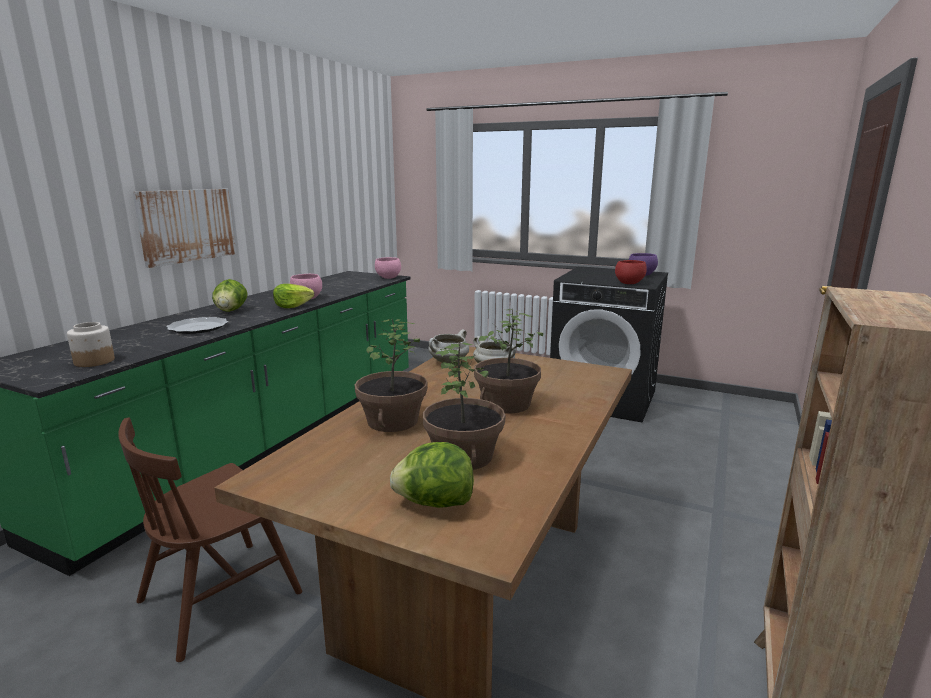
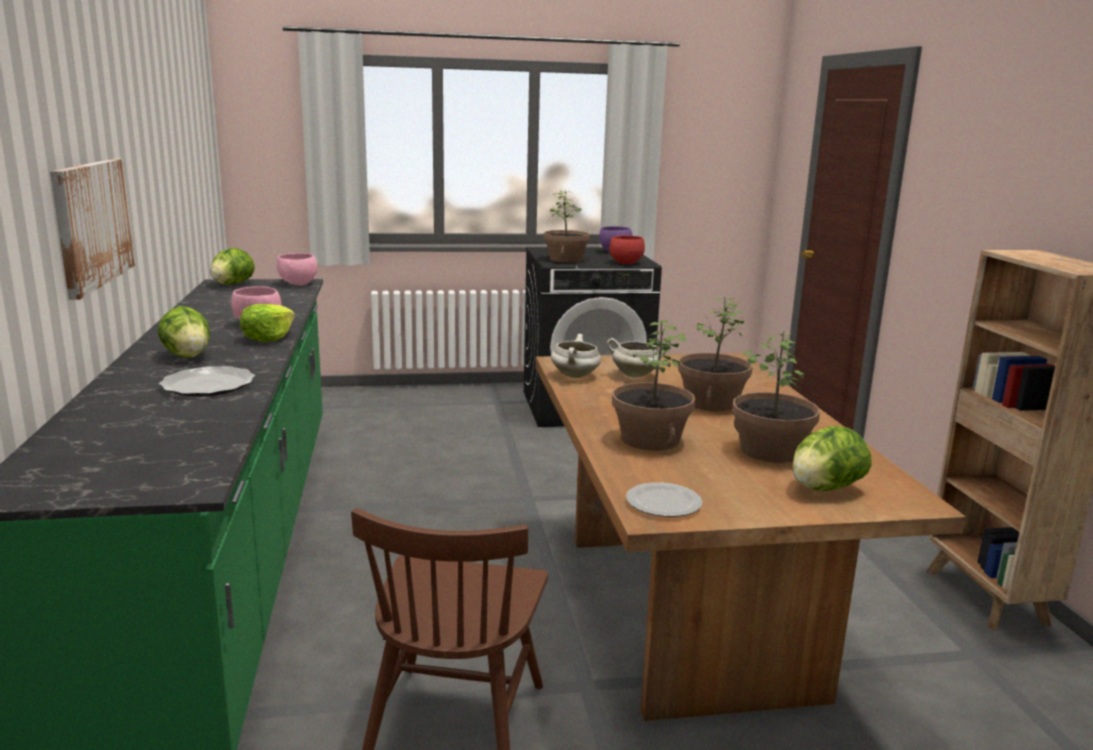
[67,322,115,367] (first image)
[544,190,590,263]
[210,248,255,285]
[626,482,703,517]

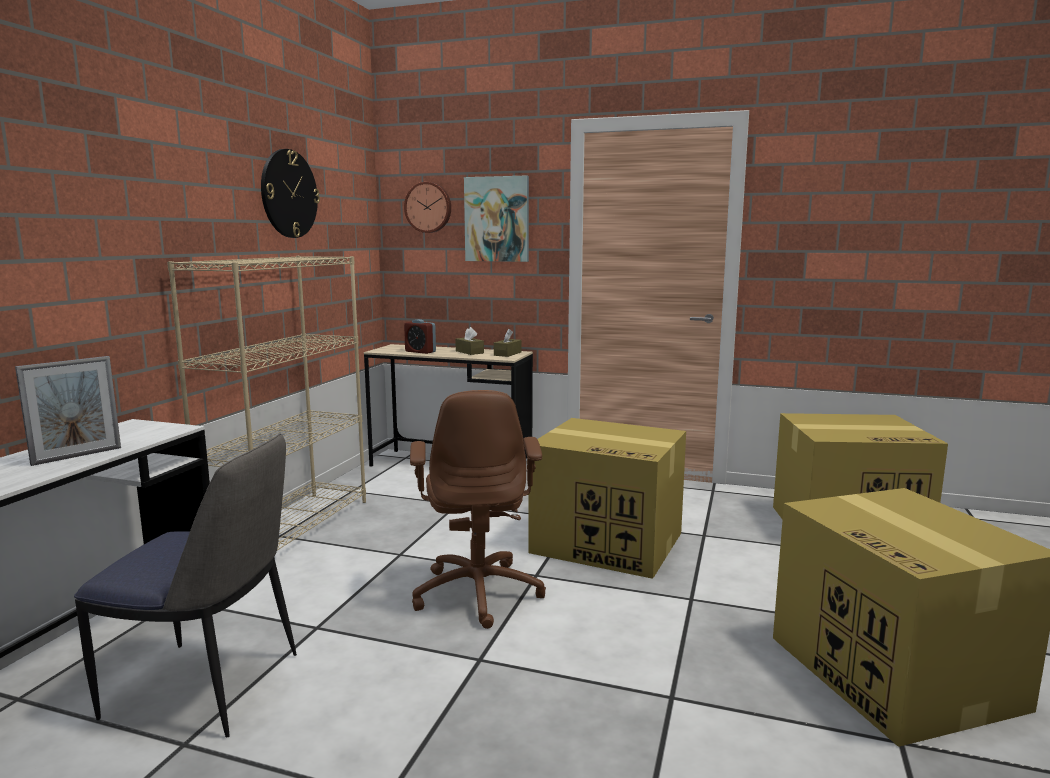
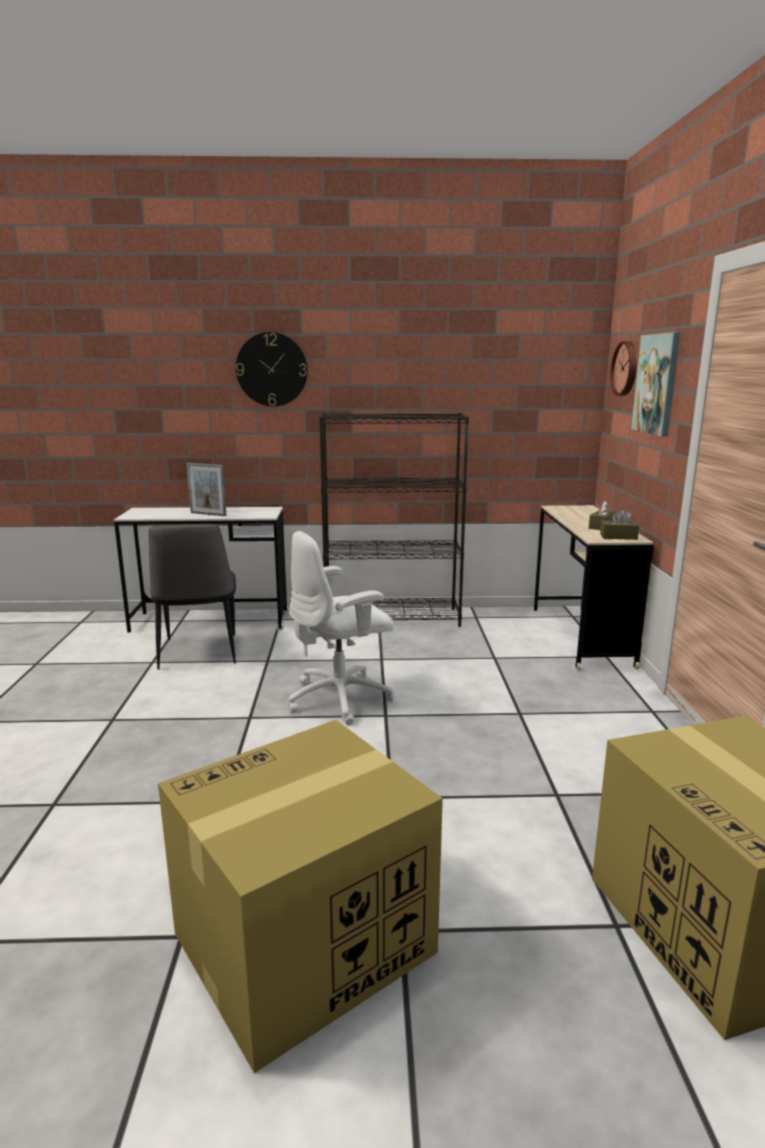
[236,332,308,406]
[319,413,469,627]
[404,319,436,354] (first image)
[288,531,394,725]
[529,418,686,579] (first image)

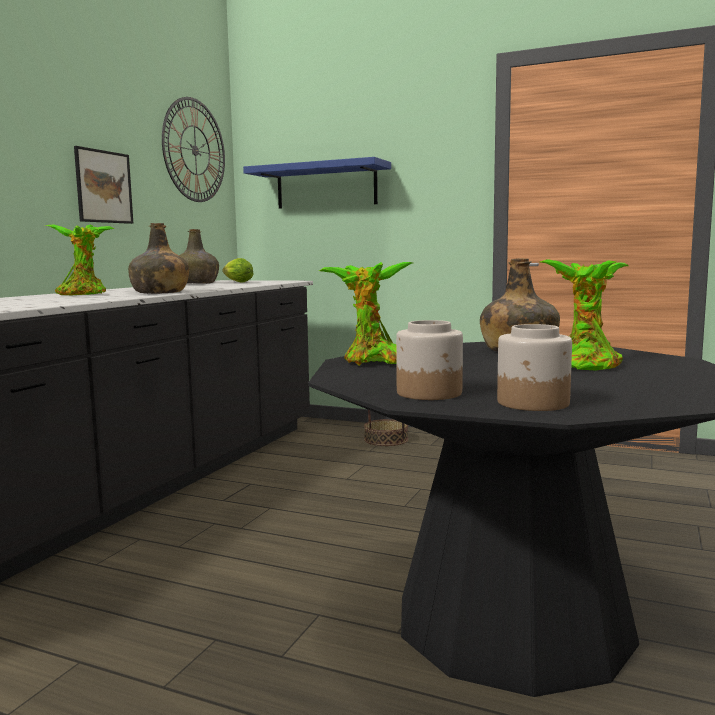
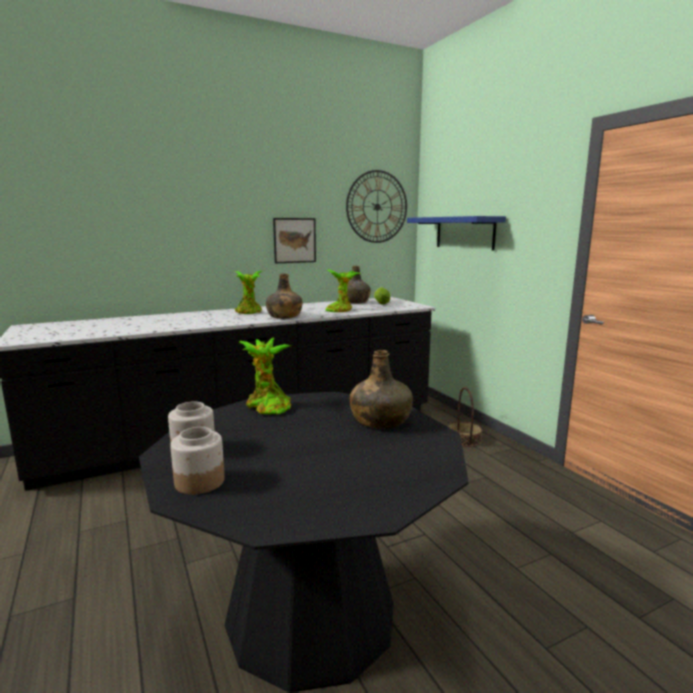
[326,269,361,312]

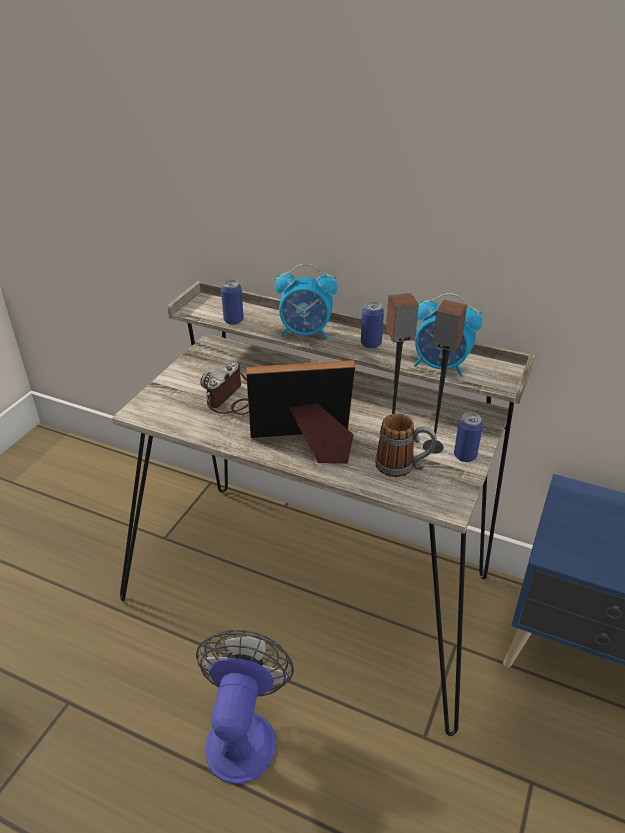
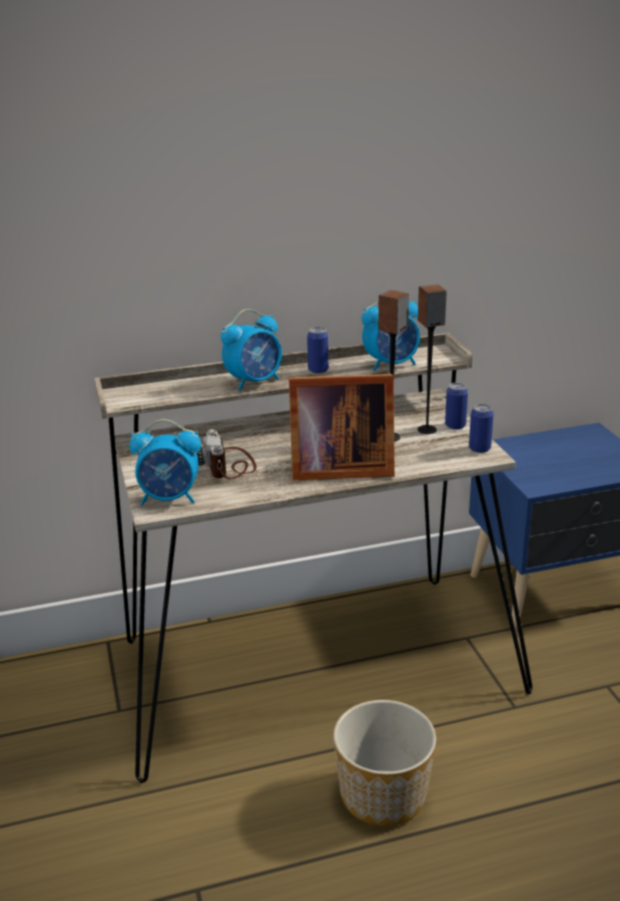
[469,404,494,453]
[289,374,395,480]
[375,414,437,477] (first image)
[333,700,436,826]
[130,419,201,505]

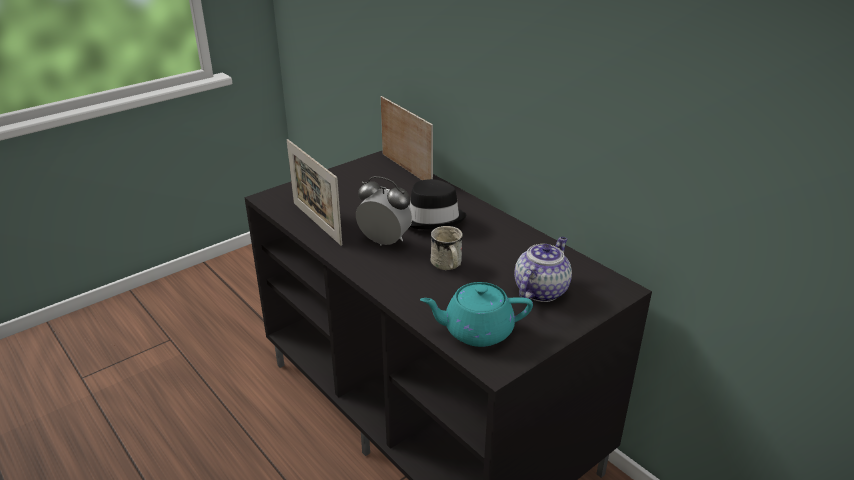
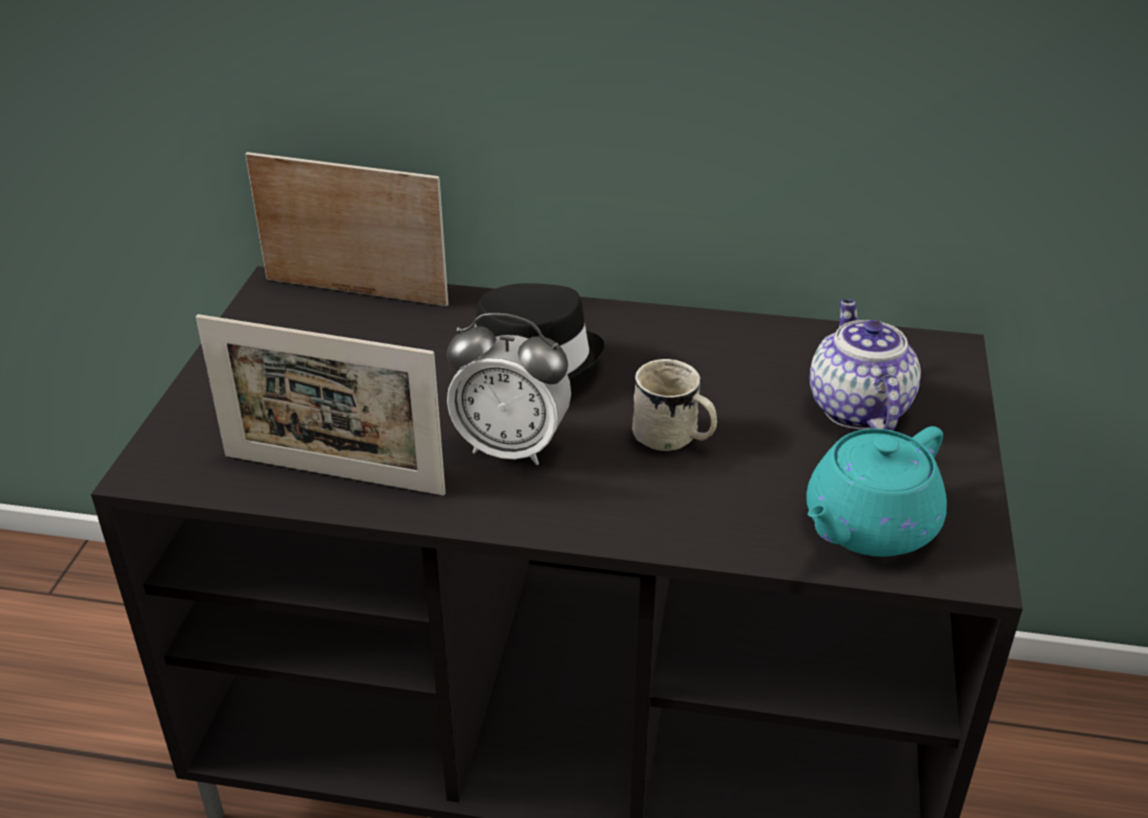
[447,313,571,465]

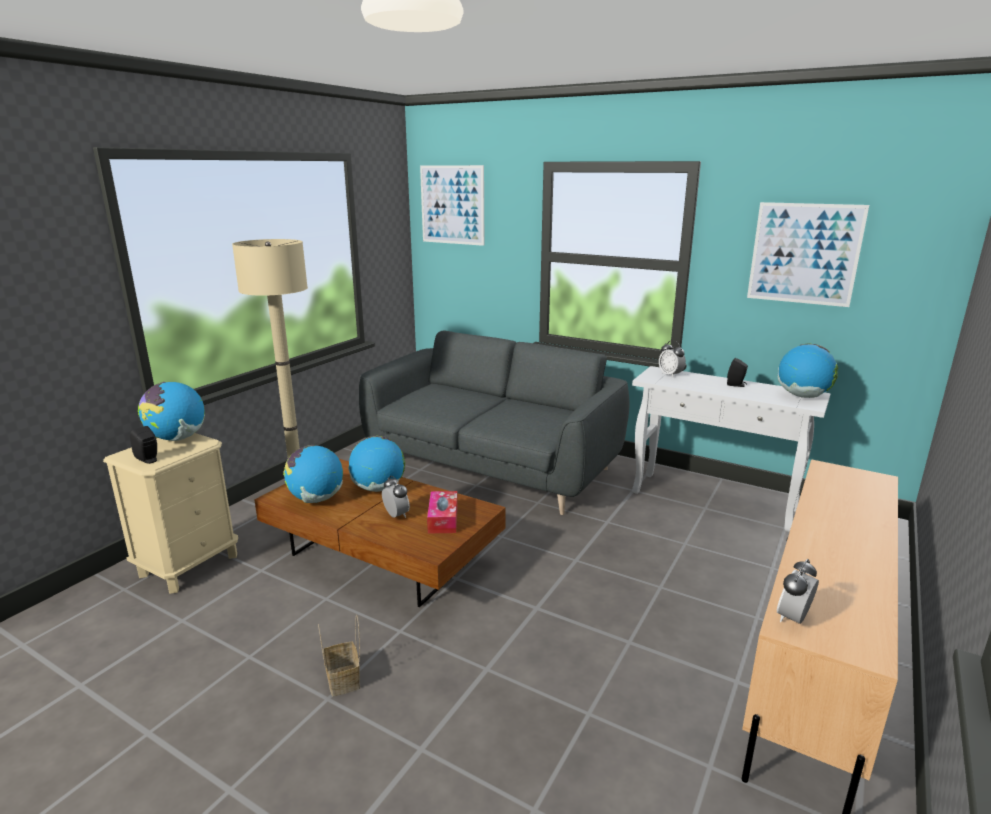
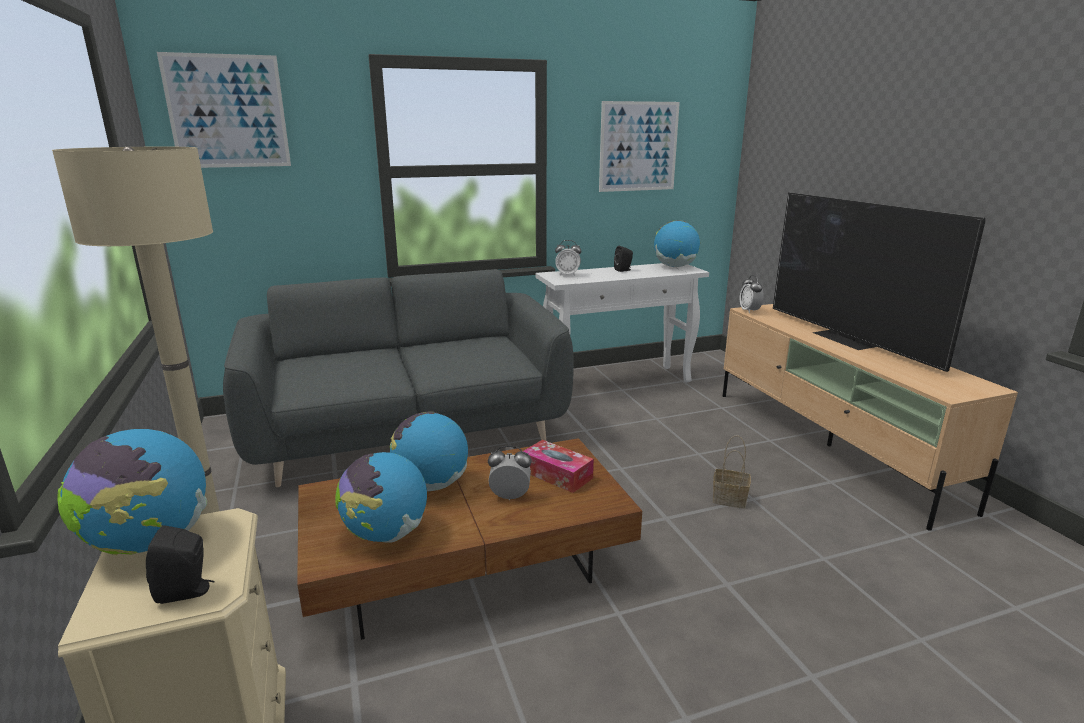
[740,275,764,313]
[713,435,751,509]
[773,192,985,372]

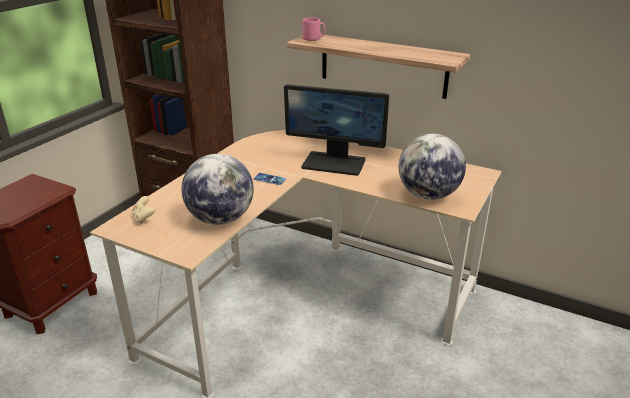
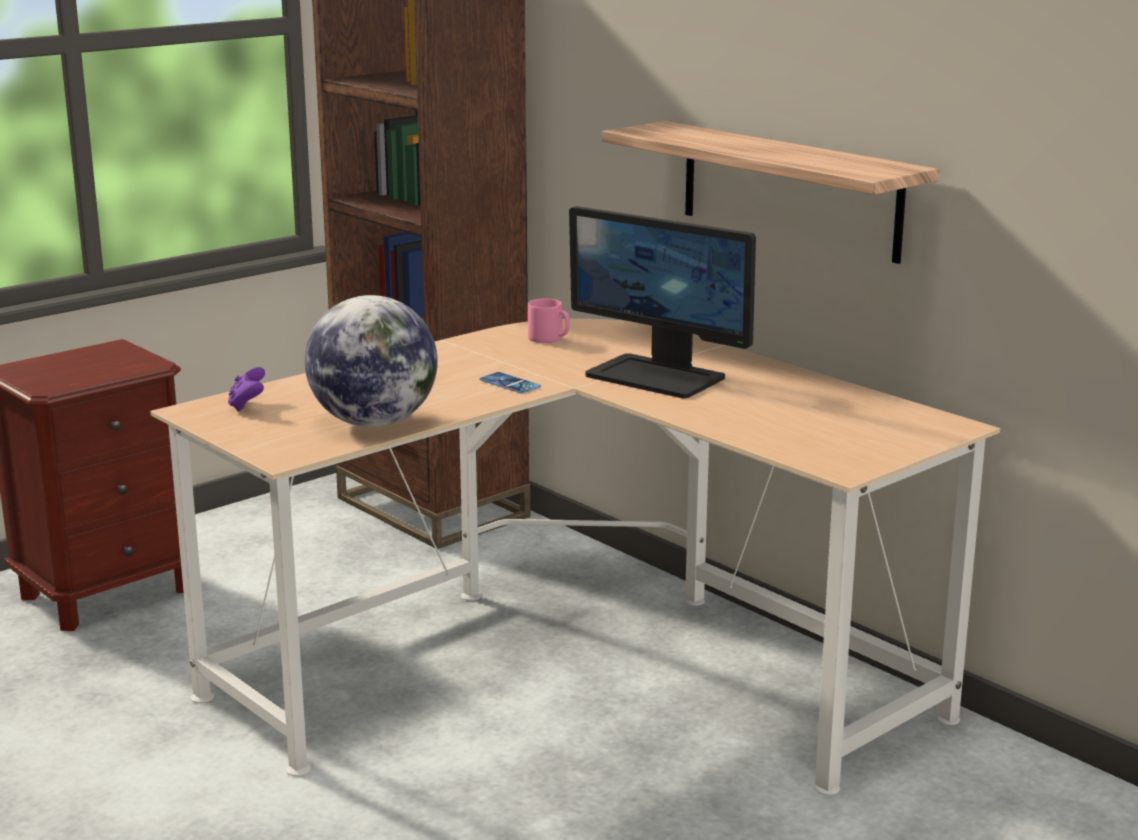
[528,299,570,343]
[399,134,466,200] (first image)
[228,367,265,412]

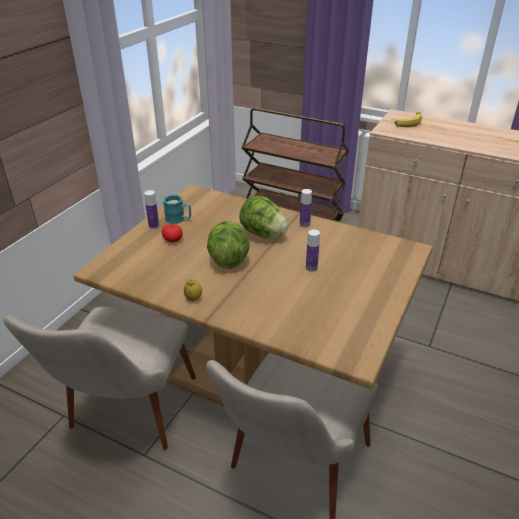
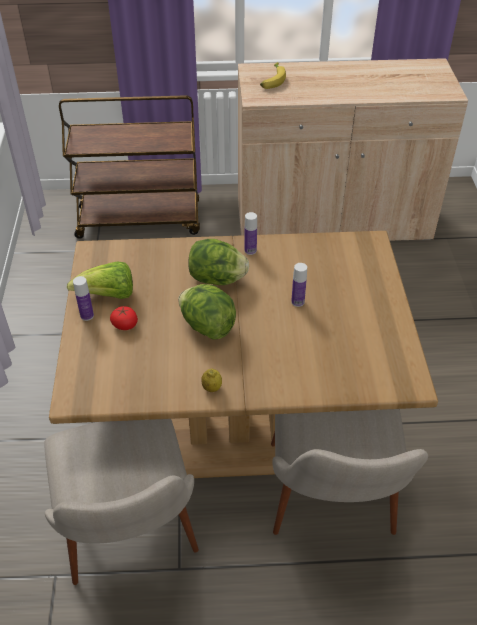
[67,261,133,299]

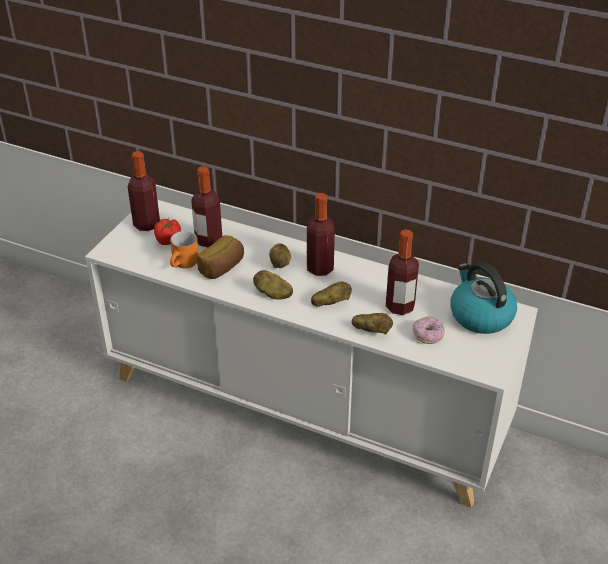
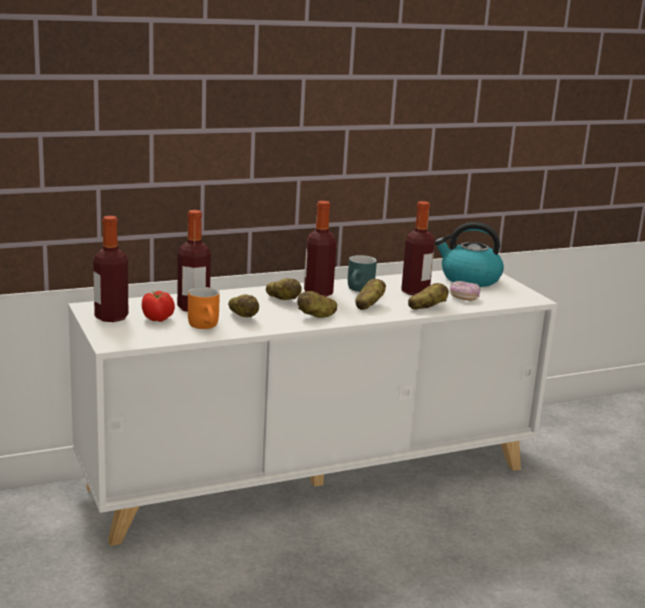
[228,294,259,317]
[348,255,377,292]

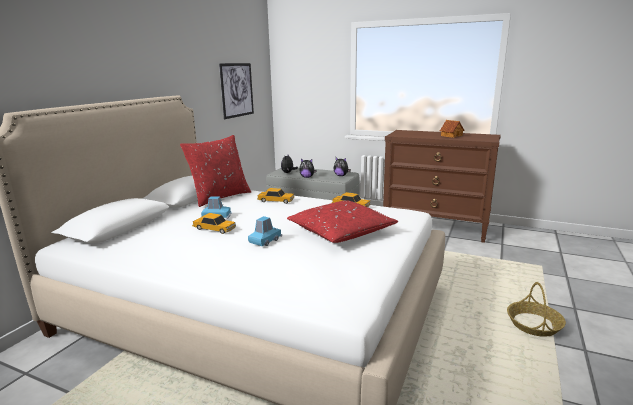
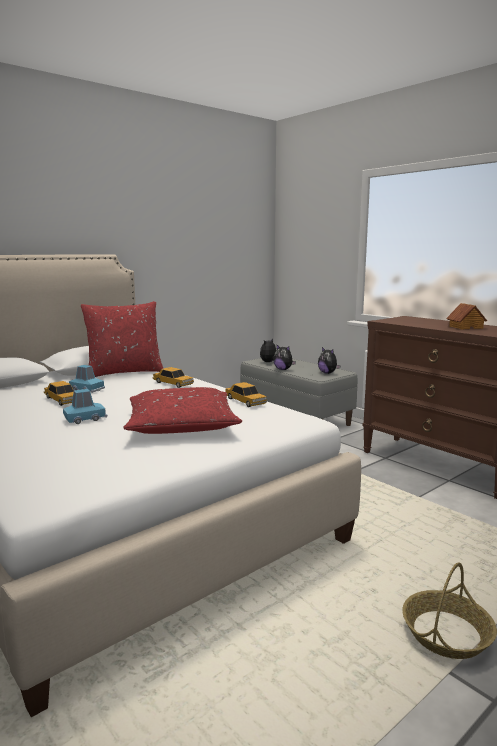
[219,63,254,119] (first image)

